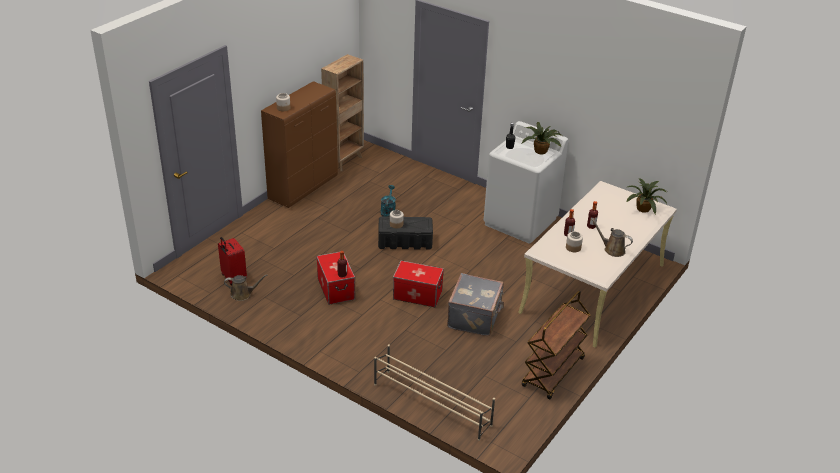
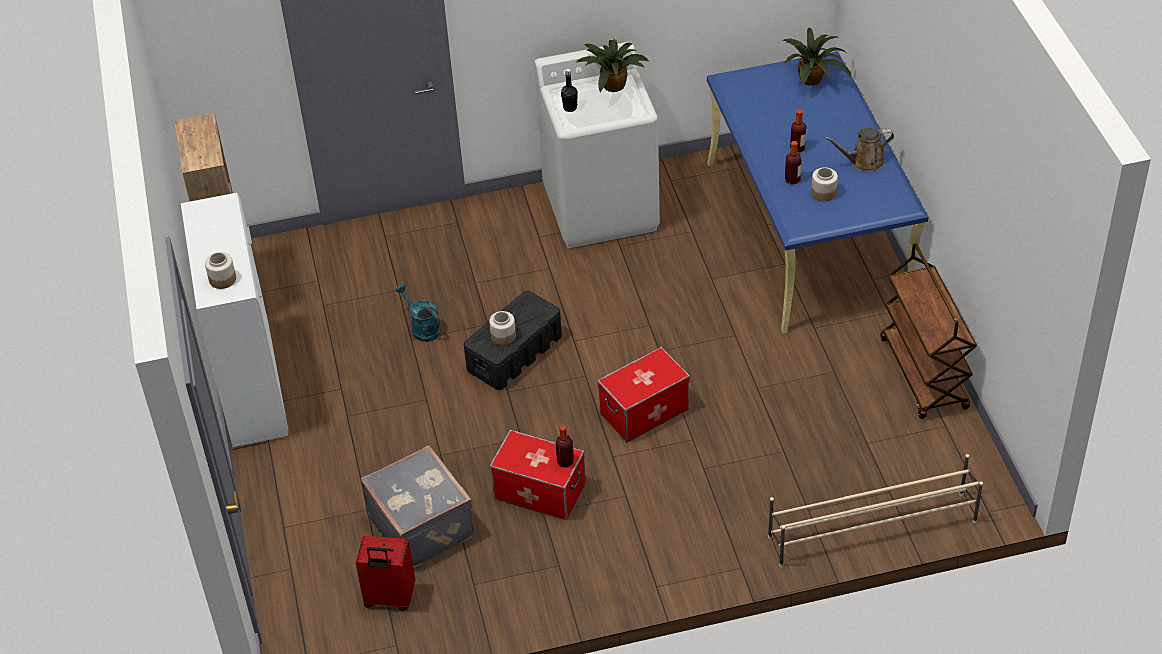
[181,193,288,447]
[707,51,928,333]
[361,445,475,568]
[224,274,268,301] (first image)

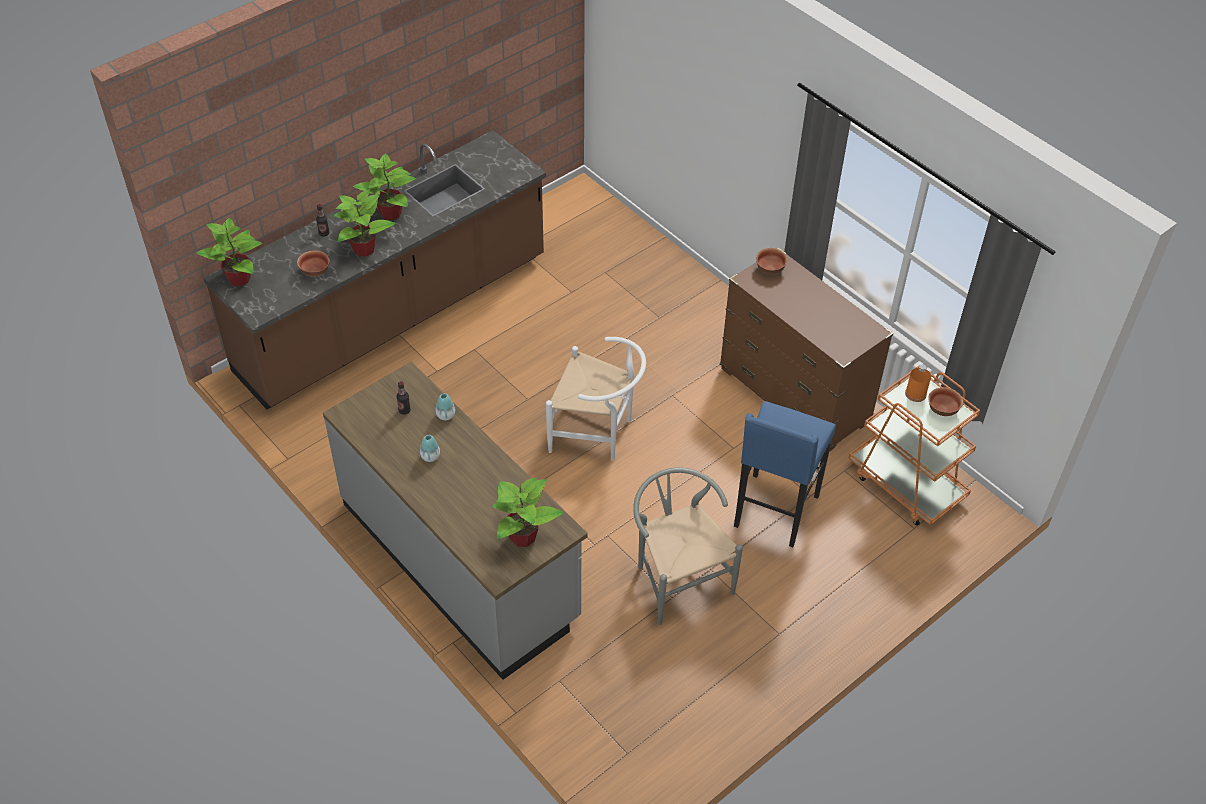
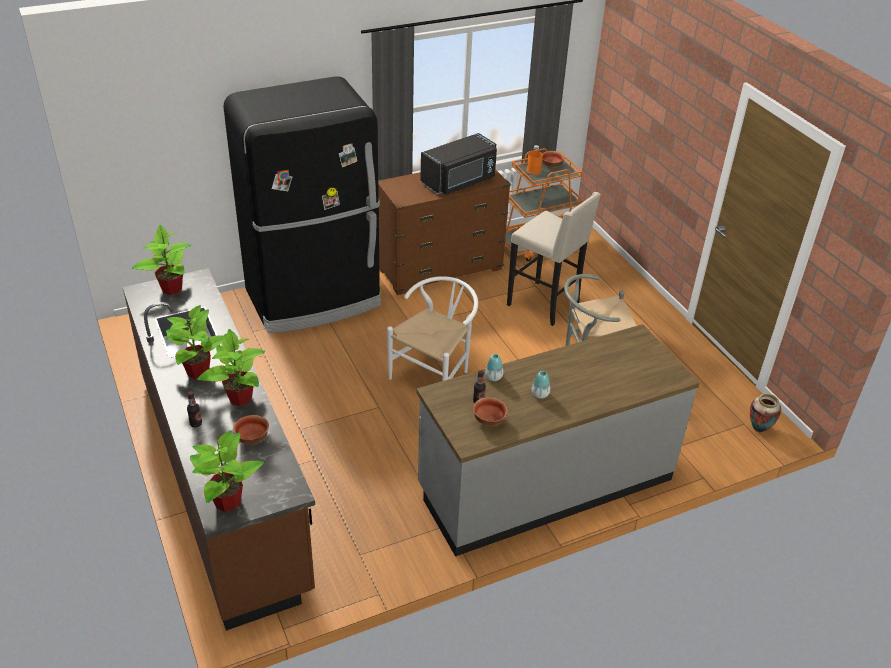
[473,397,507,426]
[507,192,601,326]
[132,225,192,295]
[224,76,381,333]
[420,133,497,195]
[750,393,781,432]

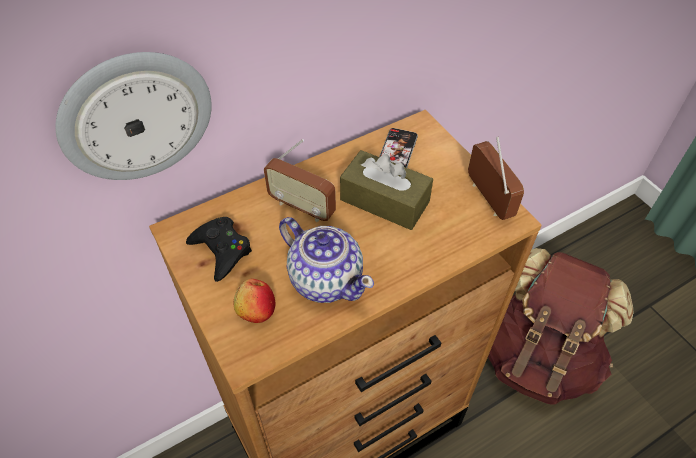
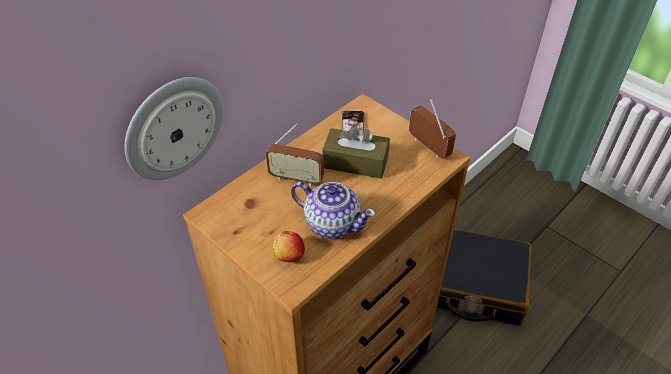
[186,217,252,282] (first image)
[436,229,532,326]

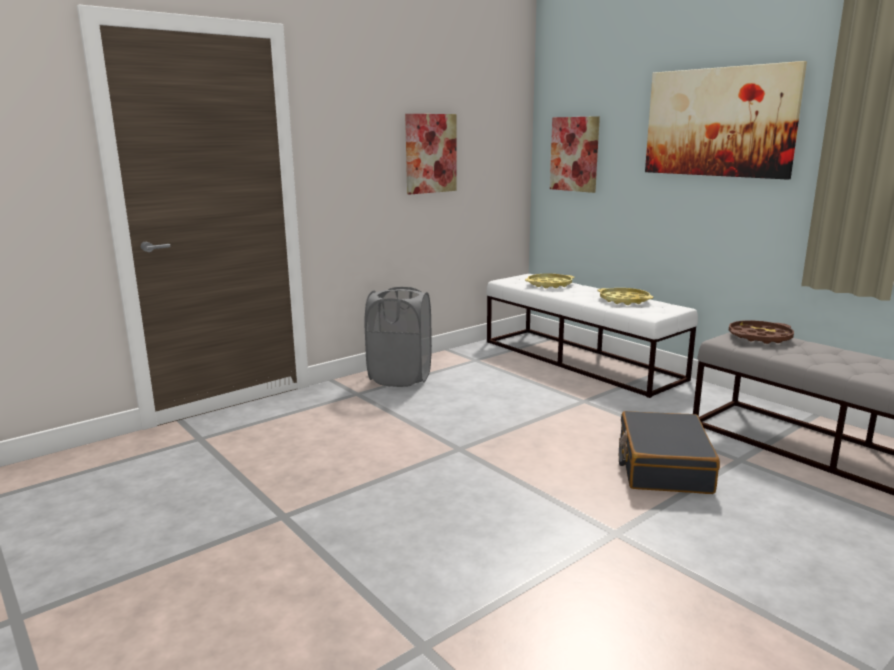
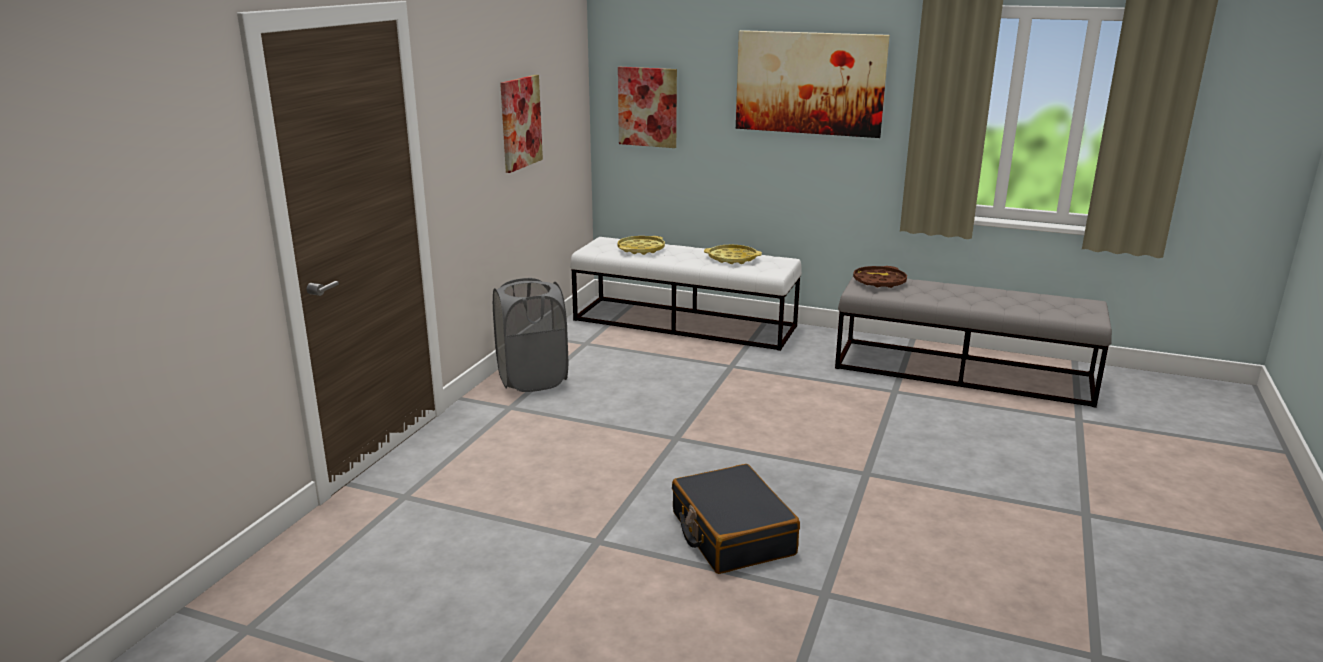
[672,464,800,574]

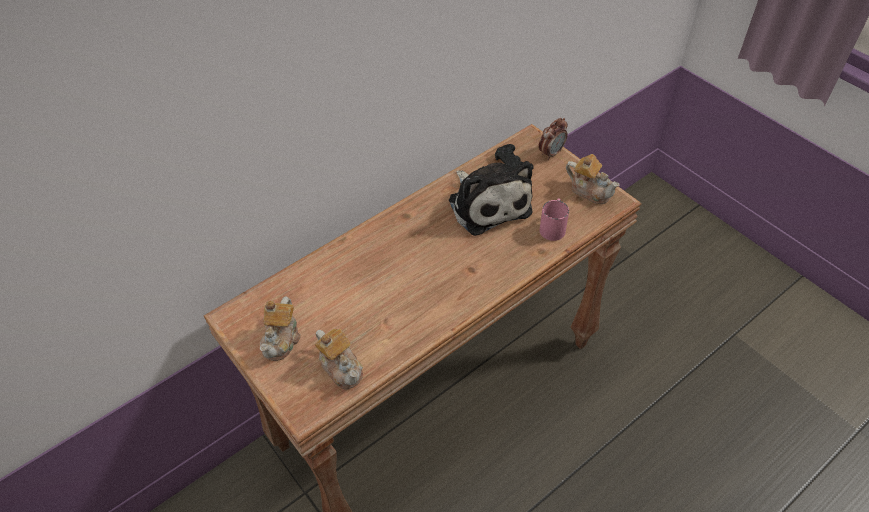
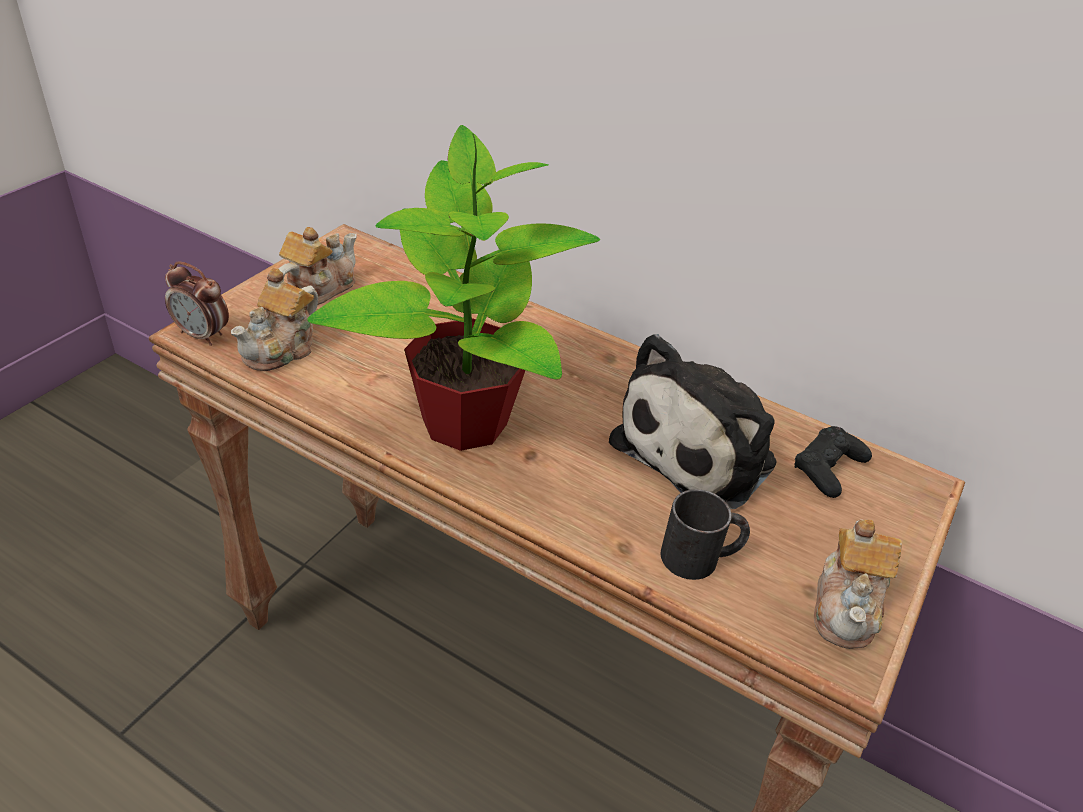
[165,261,229,346]
[661,489,750,580]
[278,227,357,305]
[307,125,600,451]

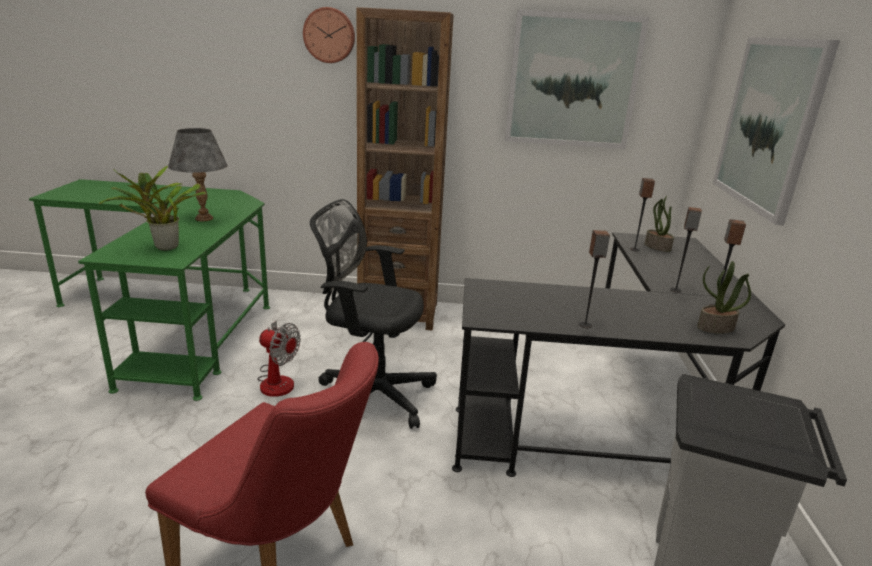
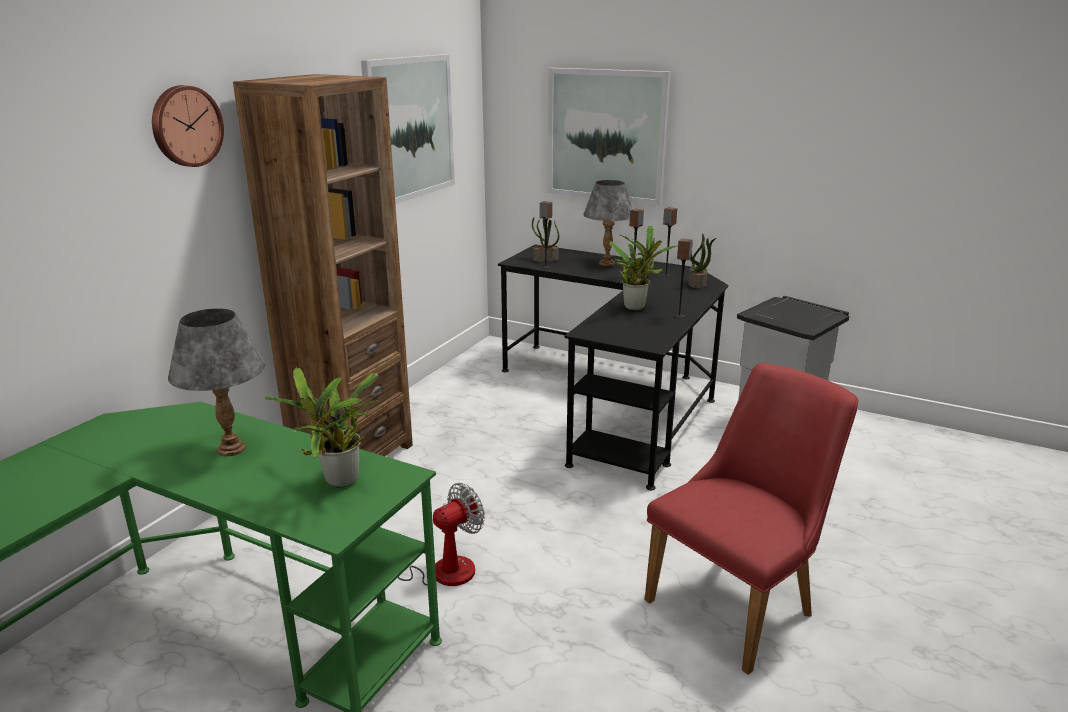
[310,199,437,429] (first image)
[583,180,633,266]
[609,226,677,311]

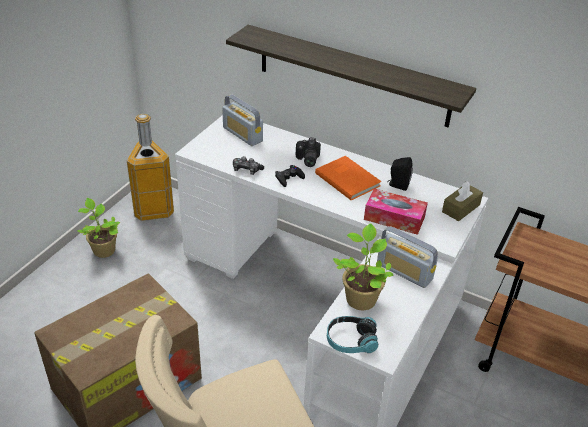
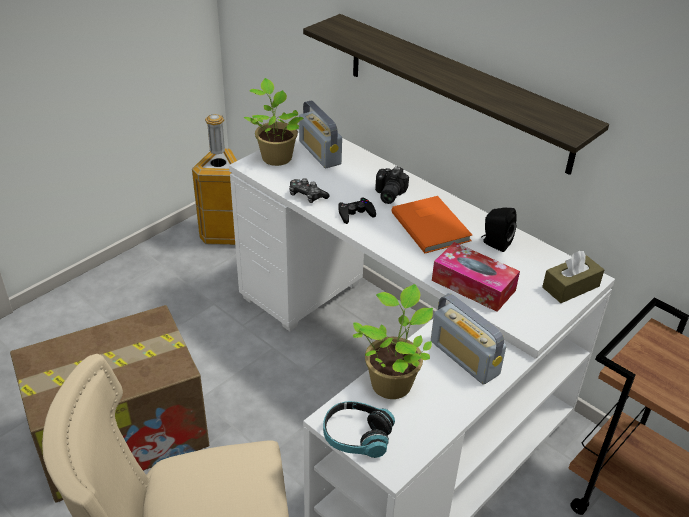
[243,78,304,166]

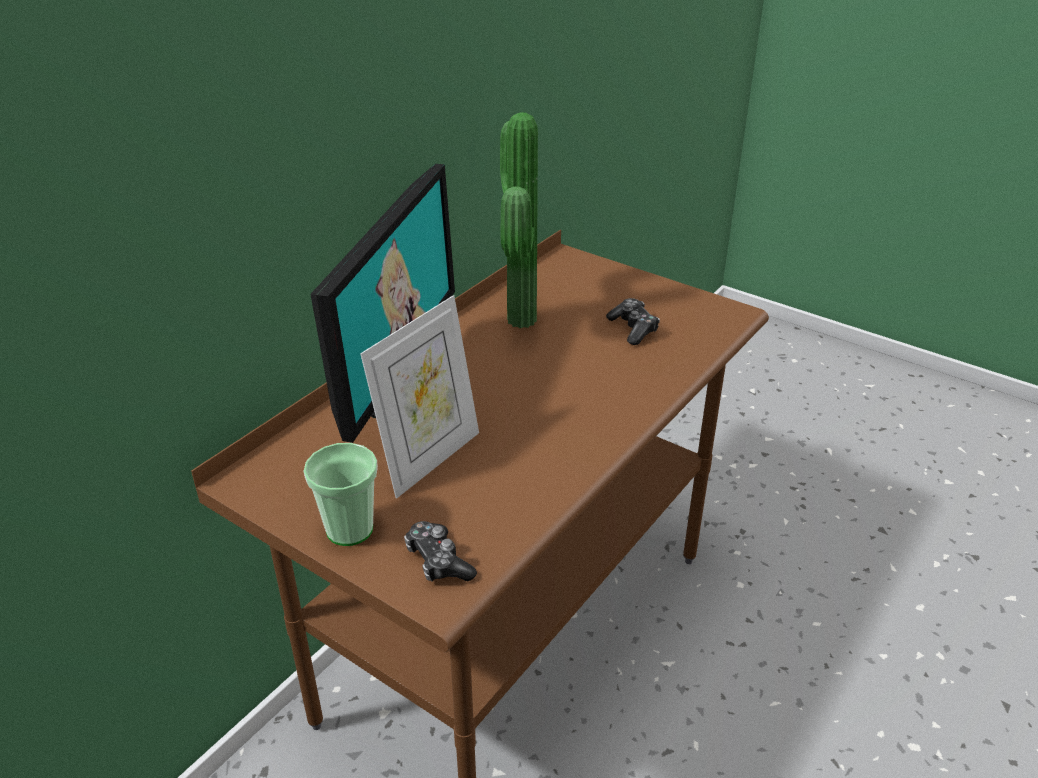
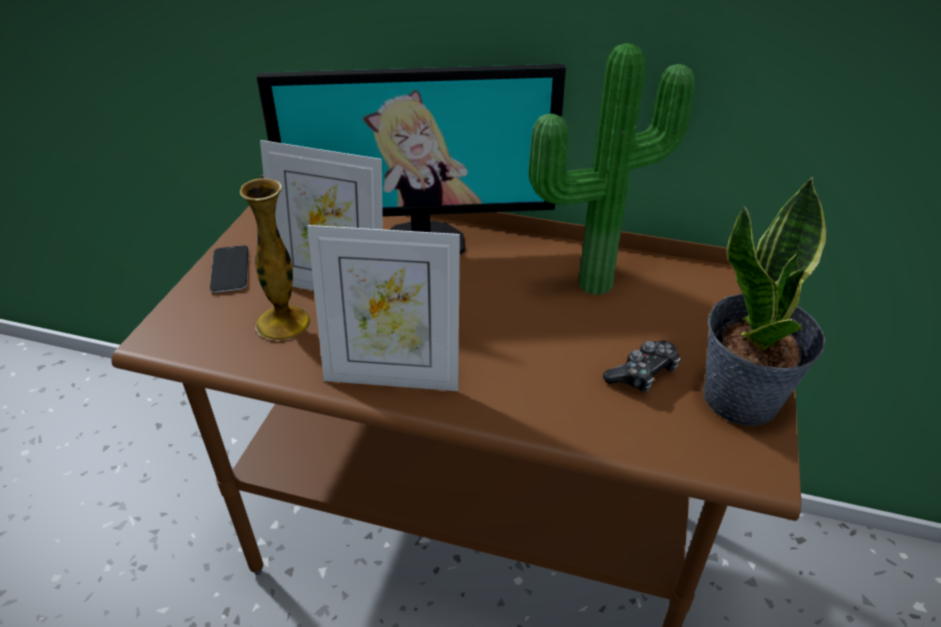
[210,245,249,293]
[404,521,477,581] (first image)
[703,177,826,426]
[240,178,311,341]
[307,225,460,391]

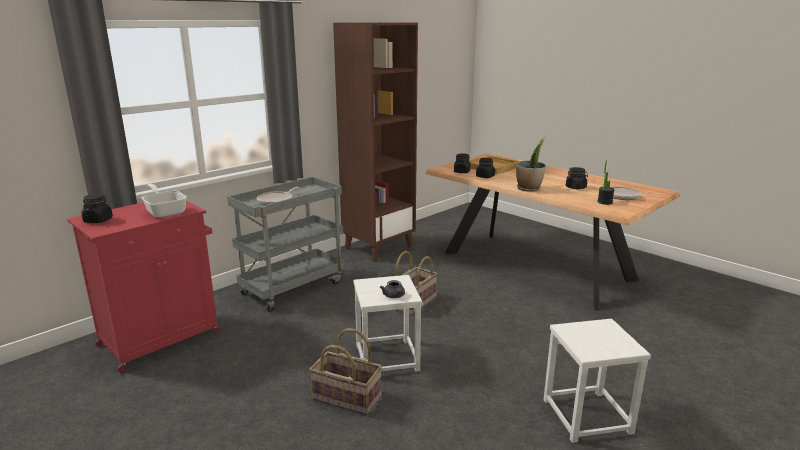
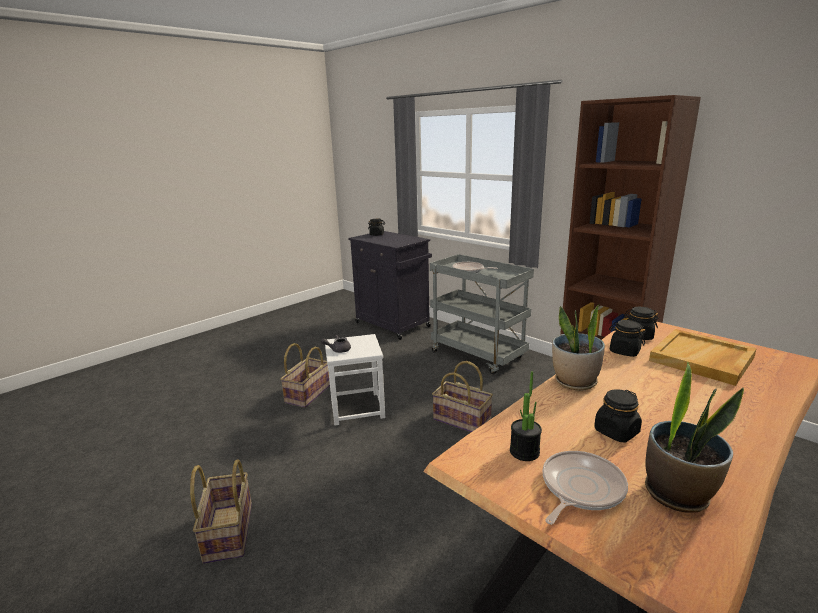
[141,184,187,218] (first image)
[348,231,432,340]
[190,460,252,564]
[645,361,744,513]

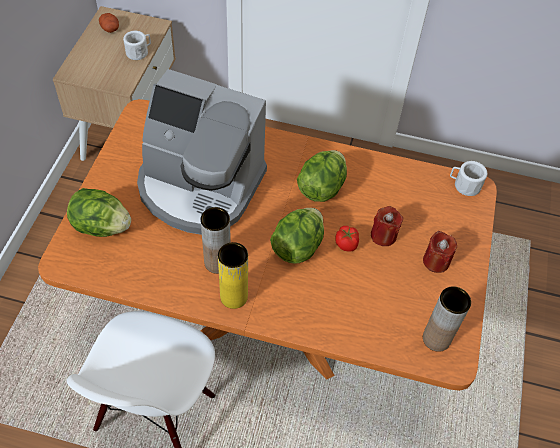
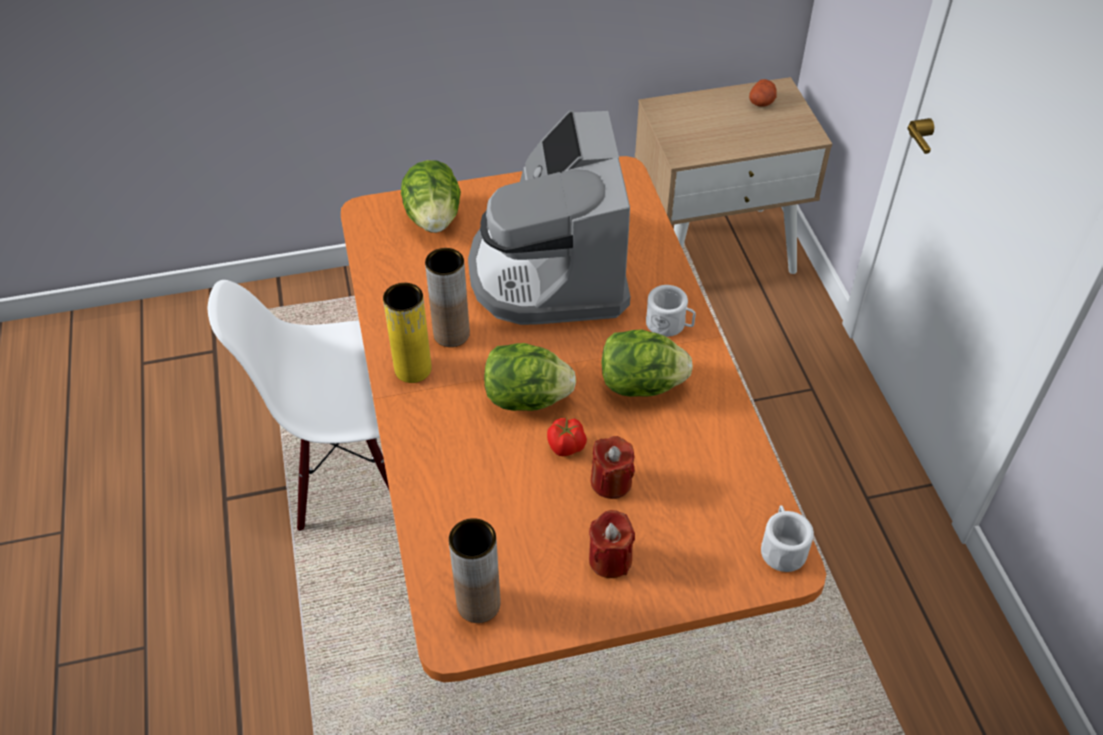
[646,285,696,337]

